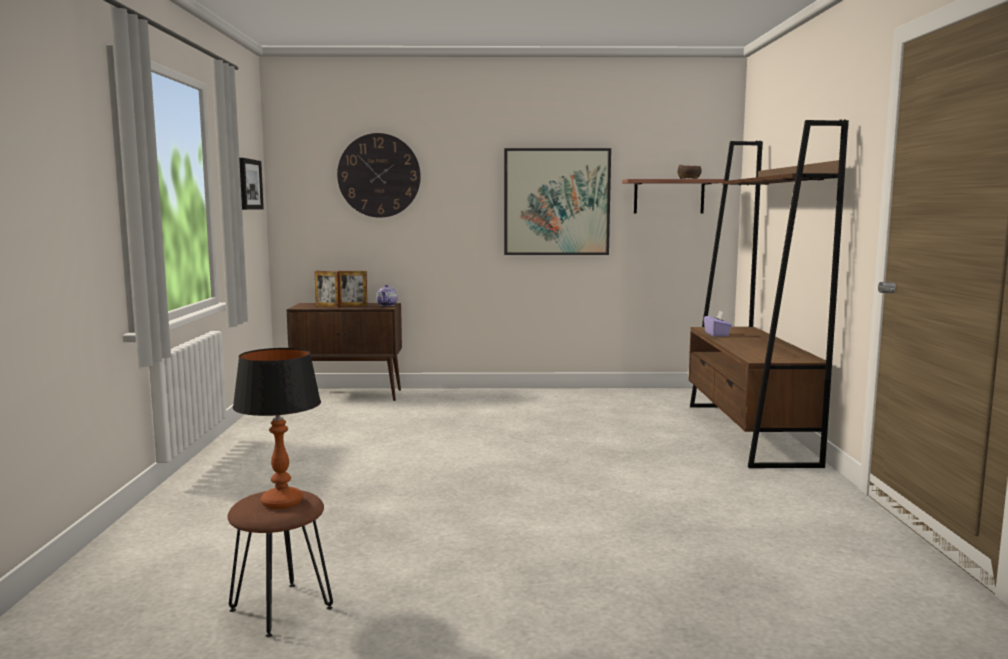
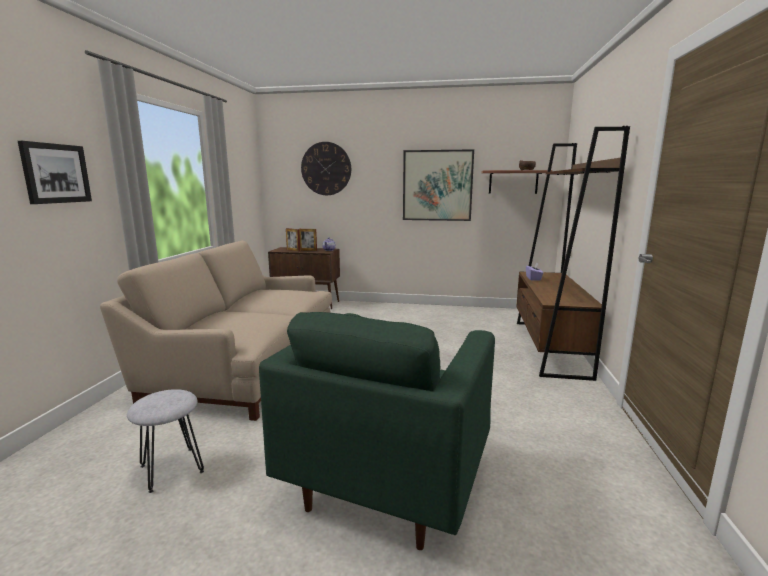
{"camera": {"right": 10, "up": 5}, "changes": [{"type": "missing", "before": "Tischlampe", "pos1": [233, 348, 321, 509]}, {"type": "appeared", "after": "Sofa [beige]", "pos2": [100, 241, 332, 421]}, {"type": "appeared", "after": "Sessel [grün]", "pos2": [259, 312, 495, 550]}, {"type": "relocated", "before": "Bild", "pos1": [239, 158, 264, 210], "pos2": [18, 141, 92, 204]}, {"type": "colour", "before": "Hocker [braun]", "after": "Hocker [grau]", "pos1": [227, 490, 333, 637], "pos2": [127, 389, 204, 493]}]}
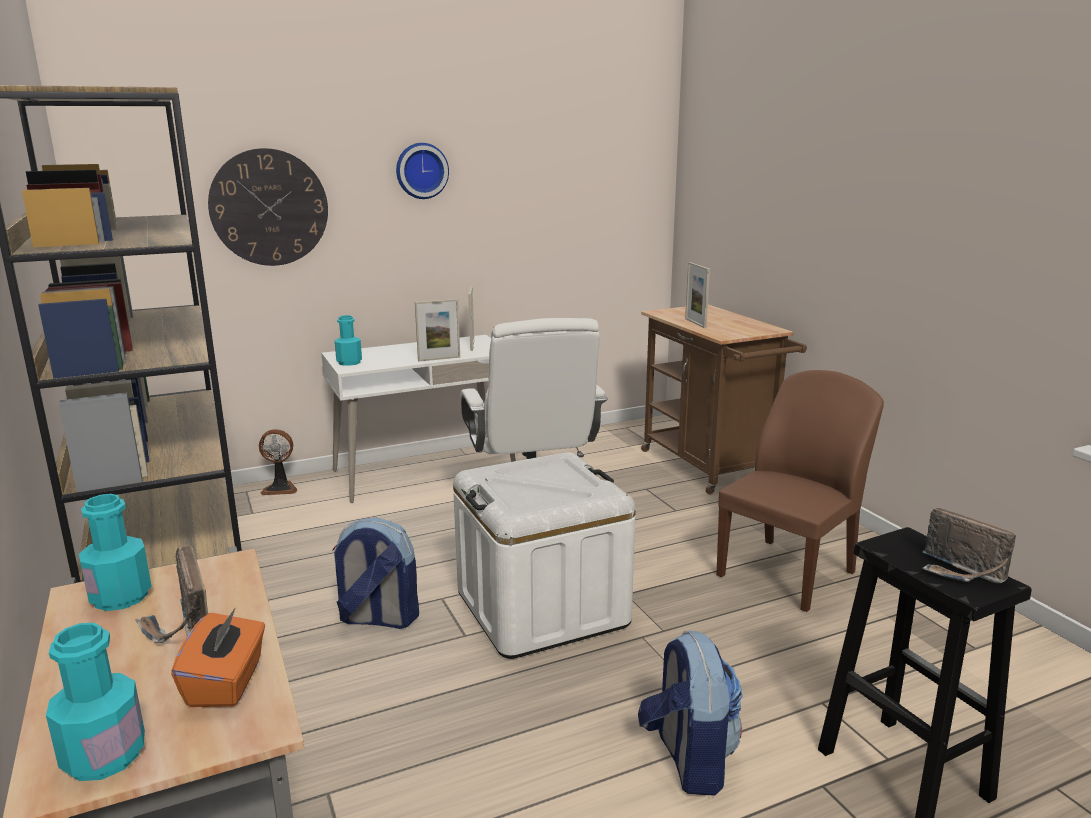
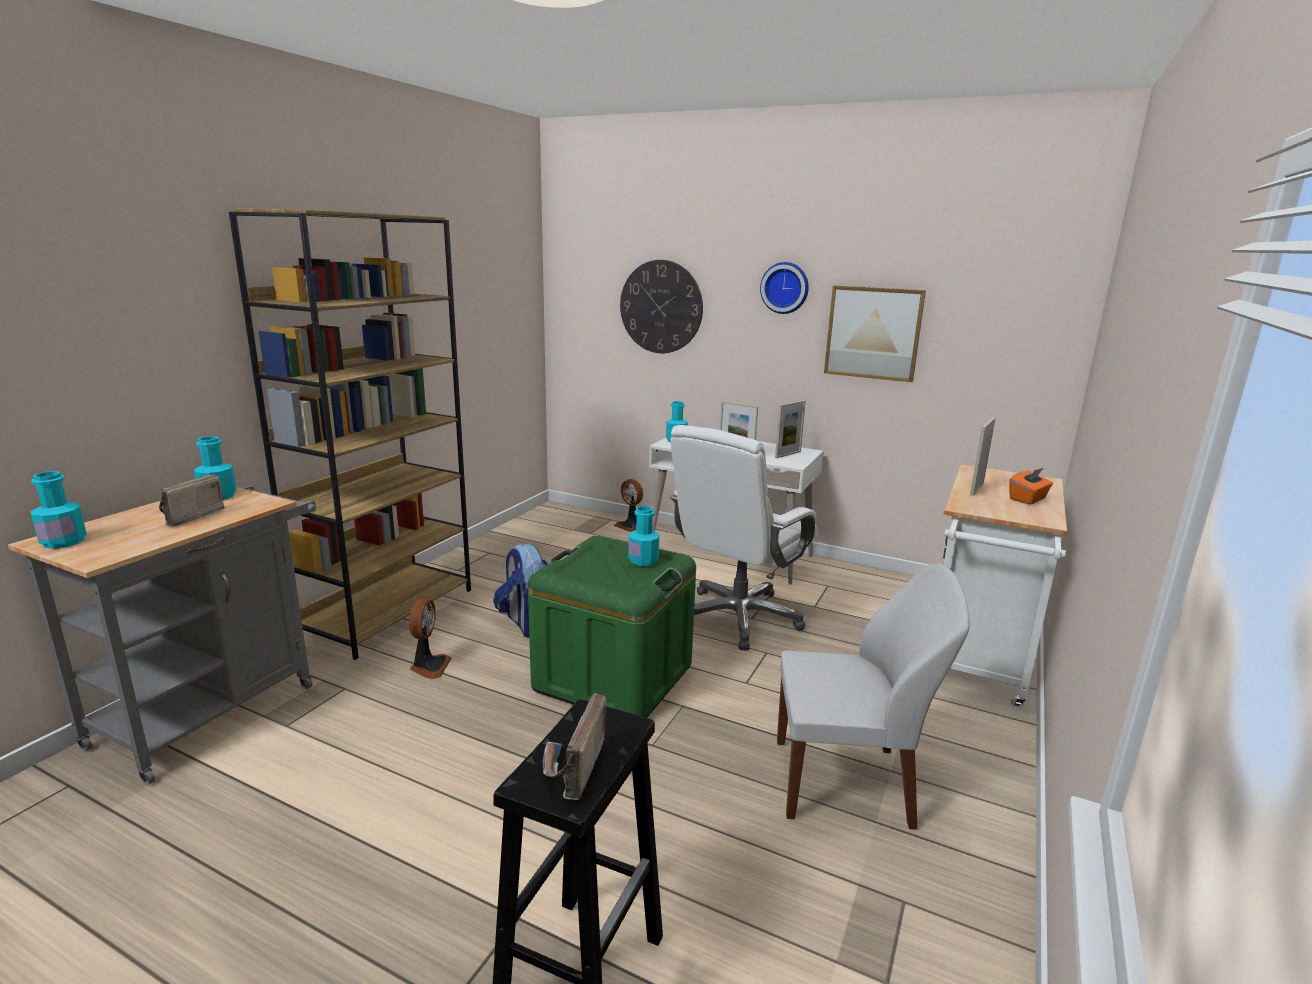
{"camera": {"right": 50, "up": 0}, "changes": [{"type": "missing", "before": "Rucksack", "pos1": [638, 631, 743, 796]}, {"type": "appeared", "after": "Ventilator", "pos2": [409, 599, 452, 679]}, {"type": "appeared", "after": "Flasche [türkis]", "pos2": [628, 506, 660, 566]}, {"type": "appeared", "after": "Bild", "pos2": [824, 286, 926, 382]}, {"type": "relocated", "before": "Taschentuchbox [orange]", "pos1": [171, 607, 265, 707], "pos2": [1009, 468, 1053, 505]}, {"type": "colour", "before": "Aufbewahrungsbox [weiß]", "after": "Aufbewahrungsbox [grün]", "pos1": [453, 452, 636, 659], "pos2": [528, 536, 696, 718]}, {"type": "colour", "before": "Rollwagen [braun]", "after": "Rollwagen [weiß]", "pos1": [641, 305, 807, 495], "pos2": [943, 465, 1067, 708]}, {"type": "colour", "before": "Stuhl [braun]", "after": "Stuhl [weiß]", "pos1": [716, 370, 884, 612], "pos2": [777, 564, 970, 830]}]}
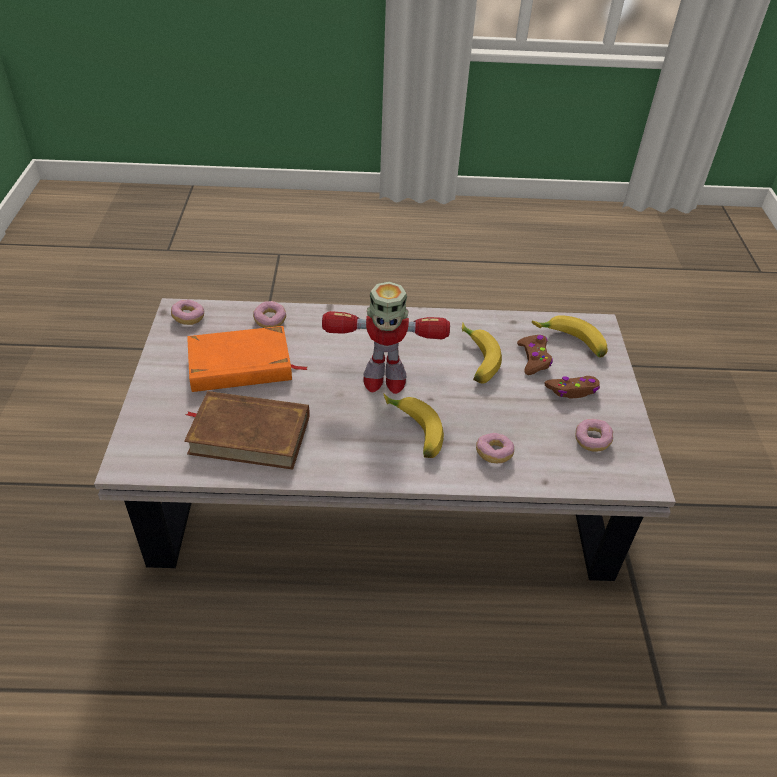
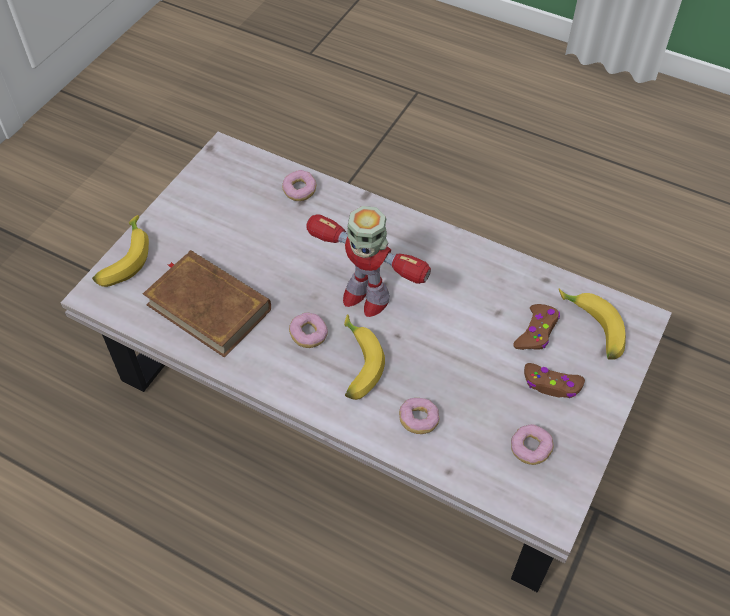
{"camera": {"right": 30, "up": 10}, "changes": [{"type": "missing", "before": "Buch [orange]", "pos1": [187, 326, 308, 392]}, {"type": "relocated", "before": "Donut", "pos1": [171, 300, 204, 325], "pos2": [289, 312, 328, 348]}, {"type": "relocated", "before": "Banane", "pos1": [462, 323, 502, 384], "pos2": [92, 215, 149, 287]}]}
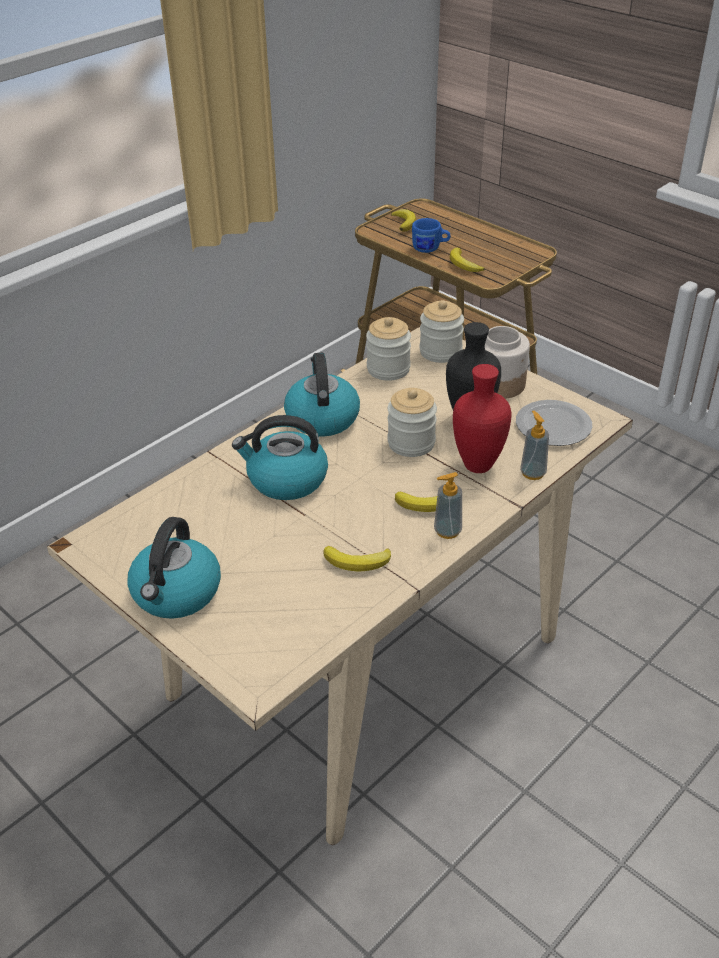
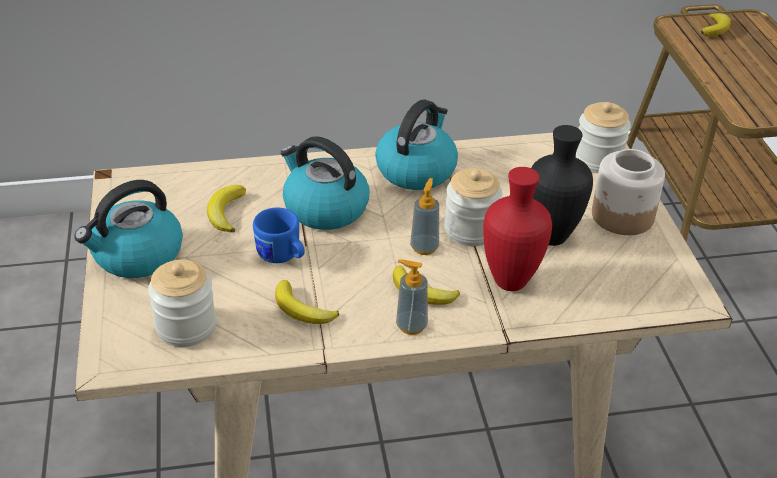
{"camera": {"right": 35, "up": 0}, "changes": [{"type": "missing", "before": "Teller", "pos1": [516, 400, 592, 446]}, {"type": "relocated", "before": "Vorratsglas", "pos1": [366, 317, 411, 381], "pos2": [148, 260, 216, 347]}, {"type": "relocated", "before": "Henkelbecher [blau]", "pos1": [412, 218, 451, 253], "pos2": [253, 208, 305, 263]}, {"type": "relocated", "before": "Banane", "pos1": [450, 248, 485, 272], "pos2": [207, 185, 246, 233]}, {"type": "relocated", "before": "Seifenspender", "pos1": [520, 411, 549, 480], "pos2": [410, 178, 439, 255]}]}
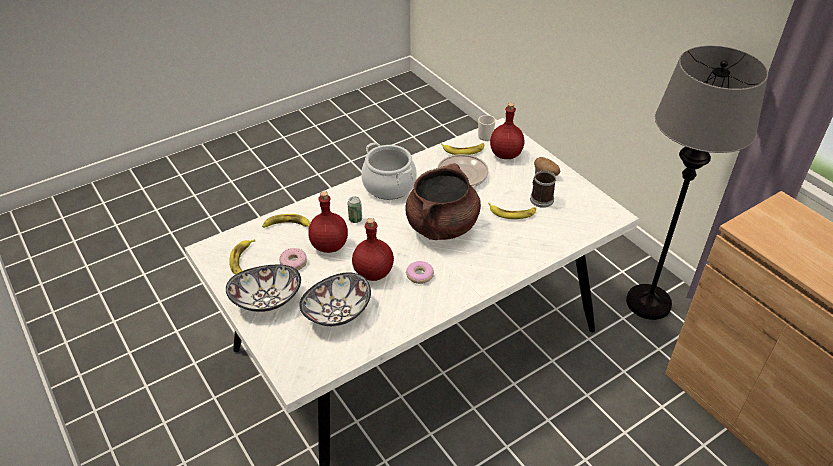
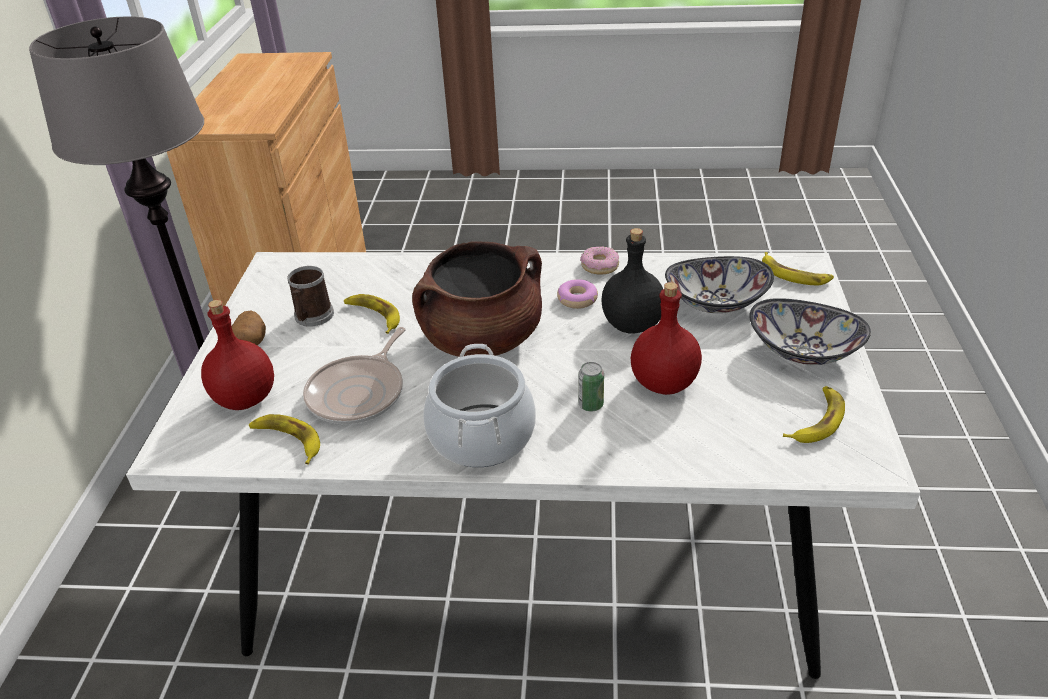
{"camera": {"right": -140, "up": -5}, "changes": [{"type": "missing", "before": "Henkelbecher", "pos1": [478, 115, 496, 141]}, {"type": "relocated", "before": "Banane", "pos1": [262, 214, 310, 228], "pos2": [762, 252, 834, 285]}, {"type": "relocated", "before": "Donut", "pos1": [279, 248, 307, 271], "pos2": [580, 246, 619, 275]}, {"type": "colour", "before": "Flasche [rot]", "after": "Flasche [schwarz]", "pos1": [352, 218, 394, 281], "pos2": [601, 228, 663, 334]}]}
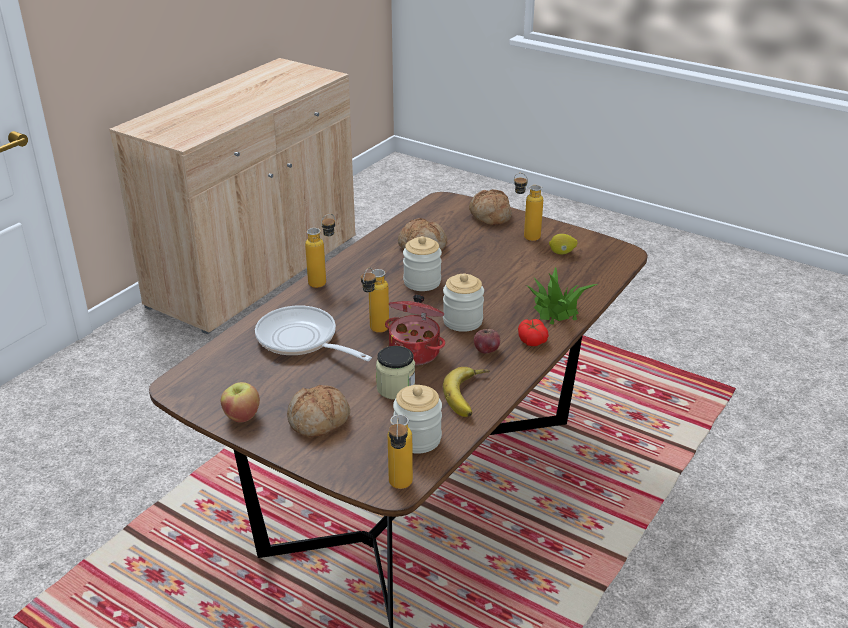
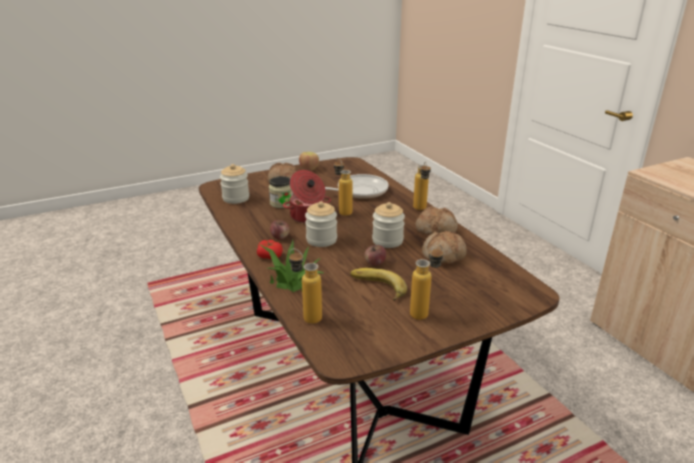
{"camera": {"right": 120, "up": -5}, "changes": [{"type": "missing", "before": "Zitrone", "pos1": [549, 234, 577, 255]}, {"type": "appeared", "after": "Apfel", "pos2": [364, 245, 386, 266]}, {"type": "relocated", "before": "Flasche", "pos1": [388, 414, 413, 489], "pos2": [289, 249, 322, 324]}, {"type": "relocated", "before": "Banane", "pos1": [443, 367, 490, 417], "pos2": [350, 268, 407, 301]}, {"type": "relocated", "before": "Brot", "pos1": [469, 189, 512, 225], "pos2": [415, 206, 458, 235]}]}
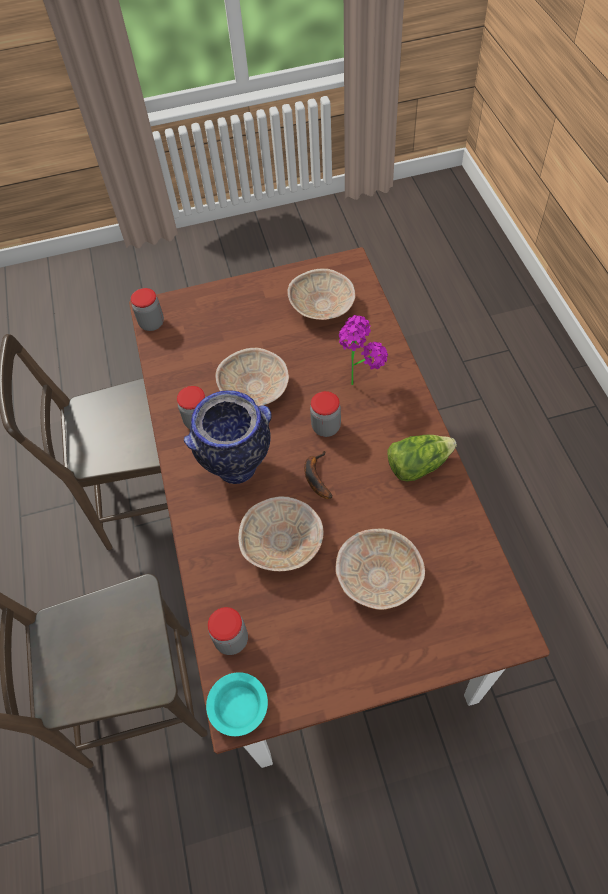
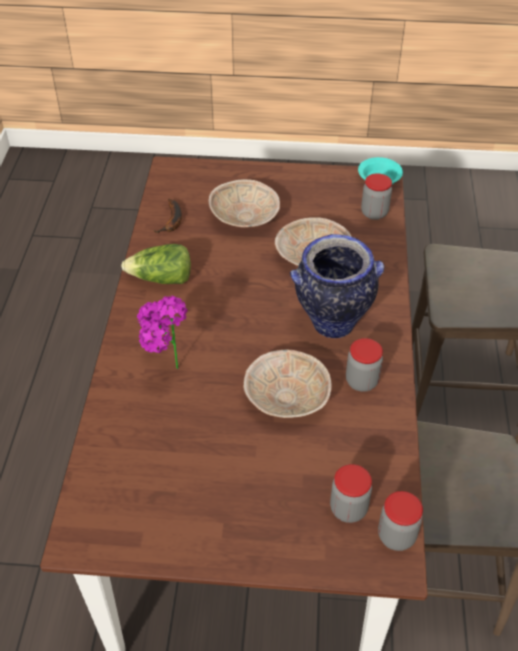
{"camera": {"right": -165, "up": -10}, "changes": [{"type": "missing", "before": "Schüssel [beige]", "pos1": [288, 268, 356, 320]}, {"type": "relocated", "before": "Banane", "pos1": [304, 451, 333, 499], "pos2": [153, 199, 182, 233]}, {"type": "relocated", "before": "Vorratsglas", "pos1": [310, 391, 341, 437], "pos2": [330, 464, 372, 523]}]}
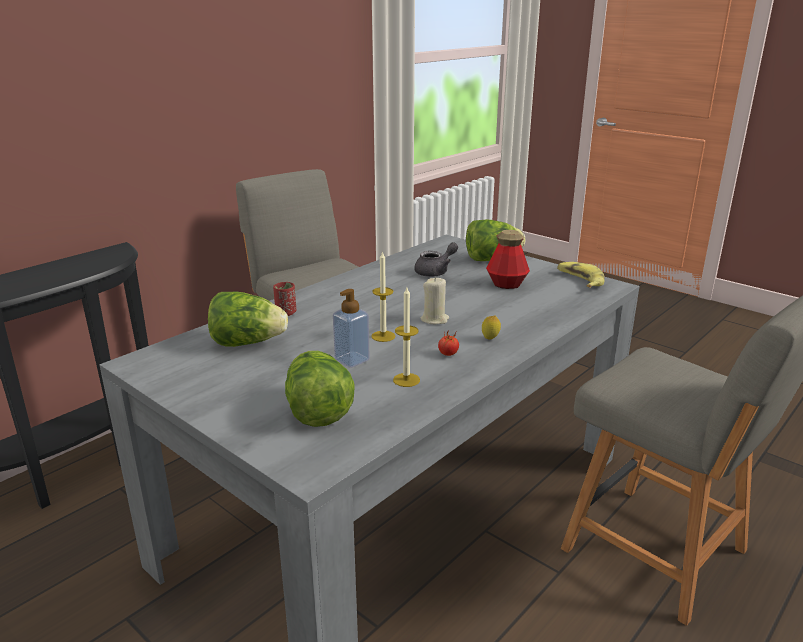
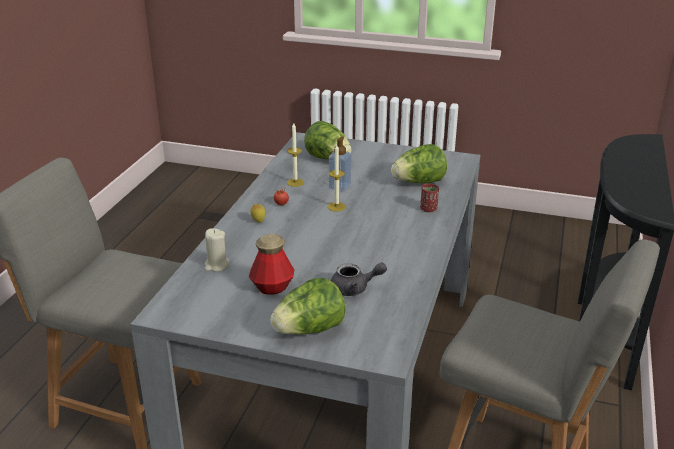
{"camera": {"right": 155, "up": 5}, "changes": [{"type": "missing", "before": "Banane", "pos1": [557, 262, 605, 288]}, {"type": "relocated", "before": "Kerze [beige]", "pos1": [420, 277, 449, 324], "pos2": [205, 228, 229, 272]}, {"type": "spun", "before": "Teekanne [grau]", "pos1": [414, 242, 458, 277], "pos2": [331, 262, 387, 296], "turn": -120}]}
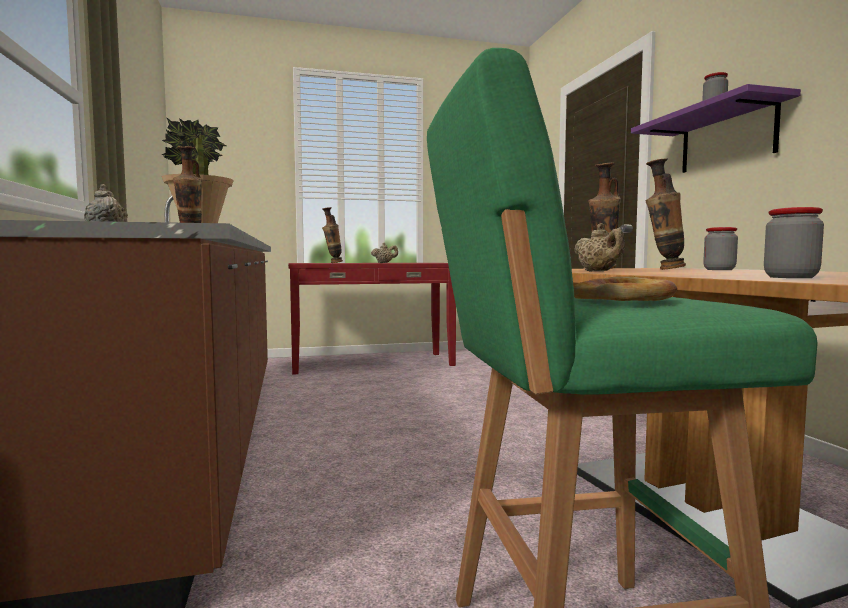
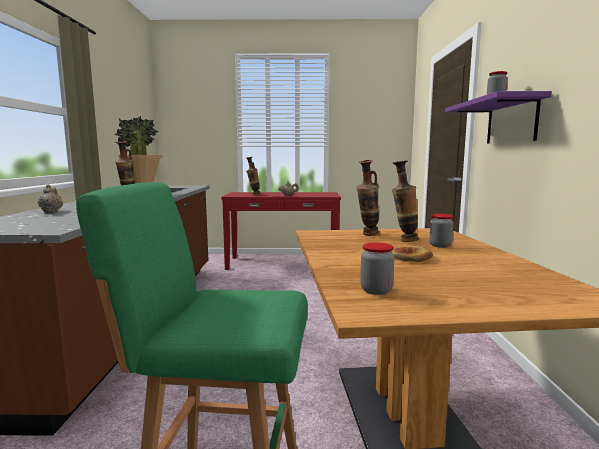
{"camera": {"right": 15, "up": 5}, "changes": [{"type": "missing", "before": "Teekanne [beige]", "pos1": [574, 223, 625, 272]}, {"type": "relocated", "before": "Brot", "pos1": [574, 276, 677, 301], "pos2": [391, 246, 433, 262]}]}
